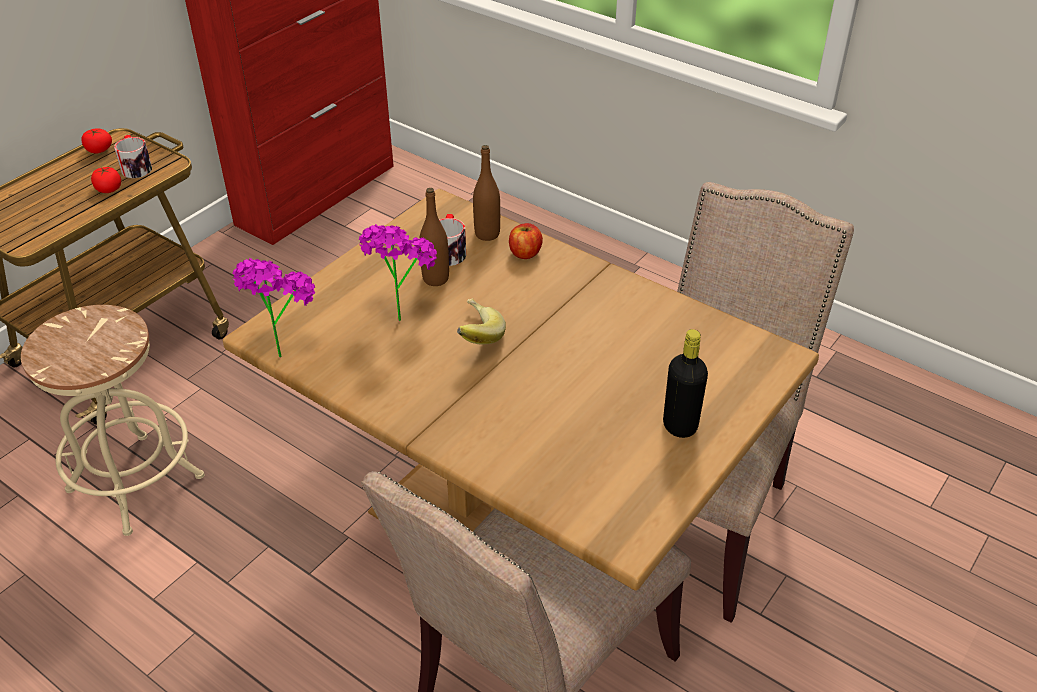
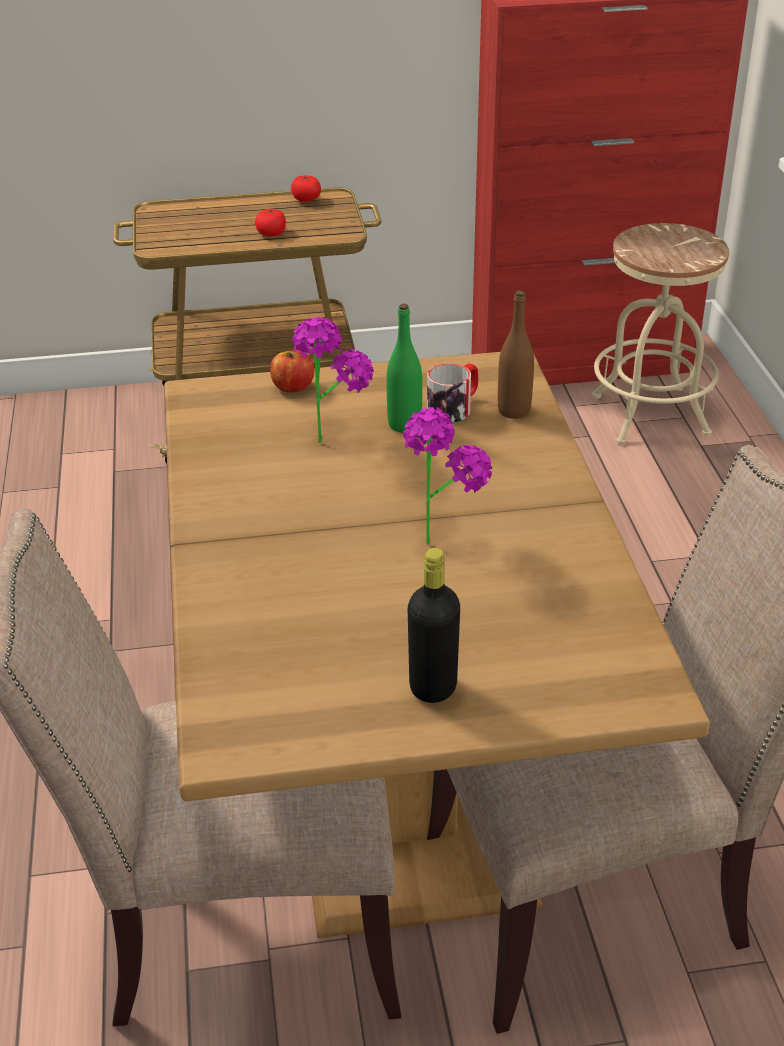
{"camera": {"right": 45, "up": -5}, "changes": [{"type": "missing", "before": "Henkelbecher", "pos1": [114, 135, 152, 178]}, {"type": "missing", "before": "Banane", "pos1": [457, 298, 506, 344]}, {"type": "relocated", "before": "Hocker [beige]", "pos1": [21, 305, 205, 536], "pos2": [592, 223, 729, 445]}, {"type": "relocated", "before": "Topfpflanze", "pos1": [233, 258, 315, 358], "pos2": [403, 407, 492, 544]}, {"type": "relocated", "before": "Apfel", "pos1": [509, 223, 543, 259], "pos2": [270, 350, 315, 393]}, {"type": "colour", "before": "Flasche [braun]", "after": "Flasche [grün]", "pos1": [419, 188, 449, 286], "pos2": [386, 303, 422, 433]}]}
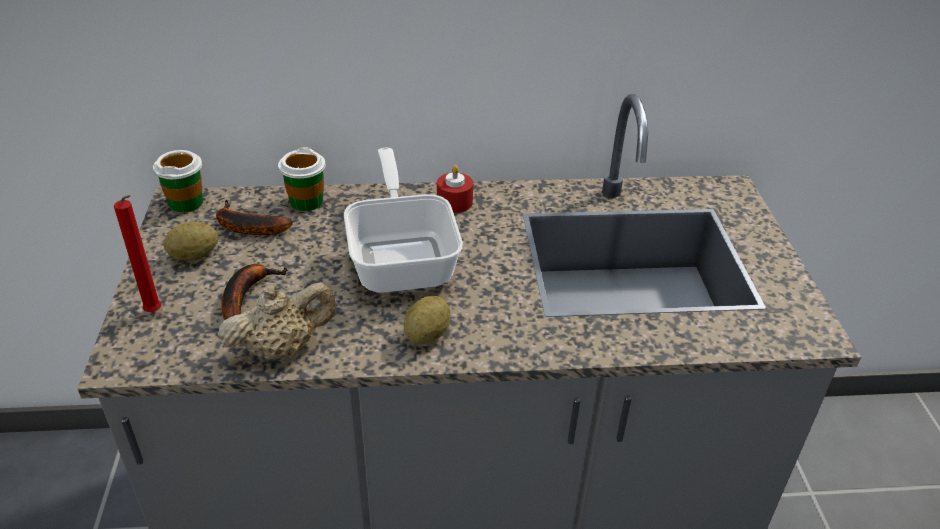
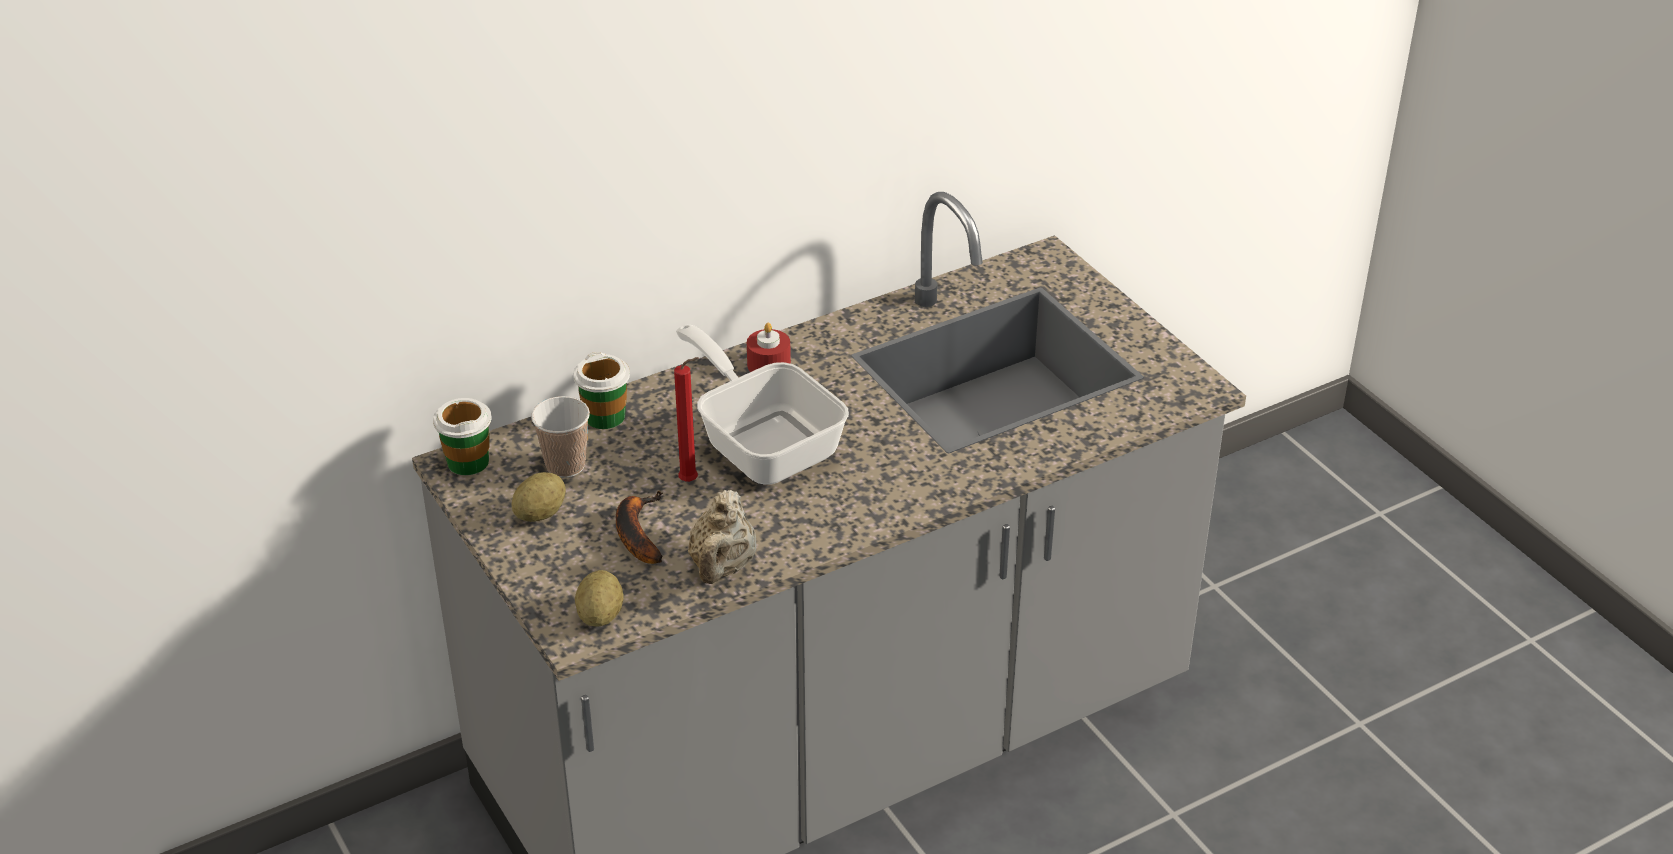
{"camera": {"right": -25, "up": 0}, "changes": [{"type": "relocated", "before": "Kerze [rot]", "pos1": [114, 195, 161, 312], "pos2": [674, 357, 698, 482]}, {"type": "relocated", "before": "Kartoffel", "pos1": [404, 296, 451, 344], "pos2": [575, 570, 624, 627]}, {"type": "exchanged", "before": "Banane", "after": "Tasse", "pos1": [216, 199, 293, 235], "pos2": [531, 396, 590, 478]}, {"type": "spun", "before": "Teekanne [beige]", "pos1": [217, 282, 336, 361], "pos2": [688, 490, 756, 584], "turn": 150}]}
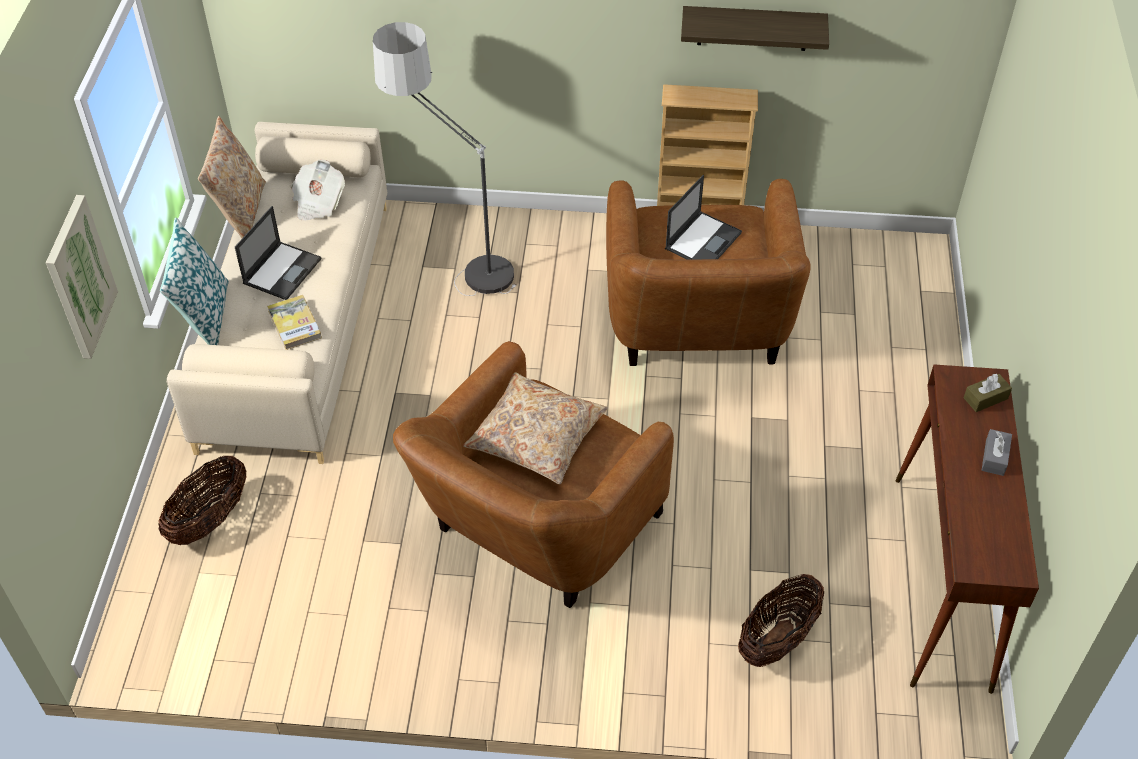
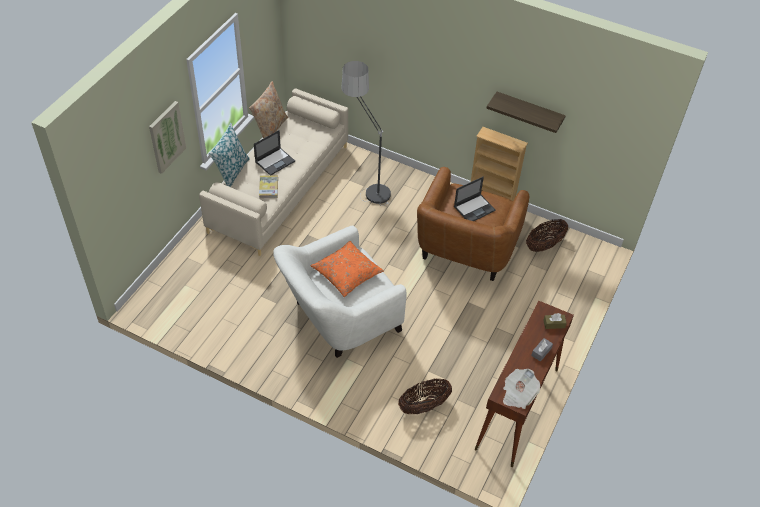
{"camera": {"right": 20, "up": 0}, "changes": [{"type": "relocated", "before": "Korb", "pos1": [158, 456, 246, 545], "pos2": [526, 219, 568, 252]}, {"type": "relocated", "before": "Zeitung", "pos1": [291, 159, 345, 220], "pos2": [503, 369, 540, 409]}, {"type": "colour", "before": "Sessel [braun]", "after": "Sessel [weiß]", "pos1": [393, 341, 674, 608], "pos2": [274, 226, 407, 358]}, {"type": "colour", "before": "Kissen [beige]", "after": "Kissen [orange]", "pos1": [463, 372, 608, 484], "pos2": [311, 241, 384, 297]}]}
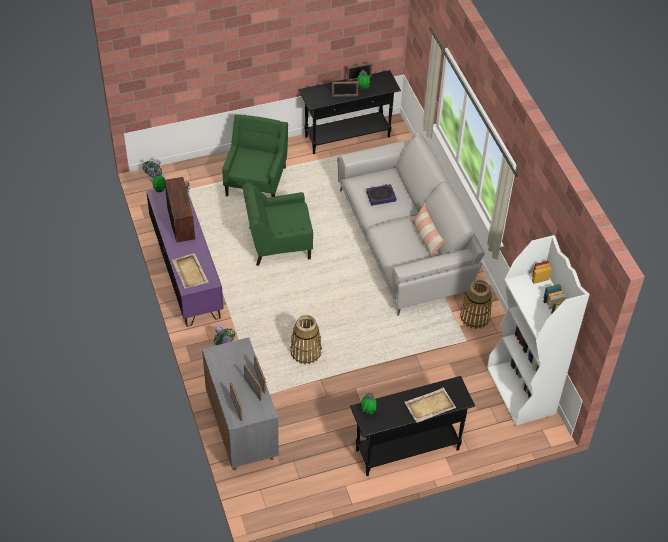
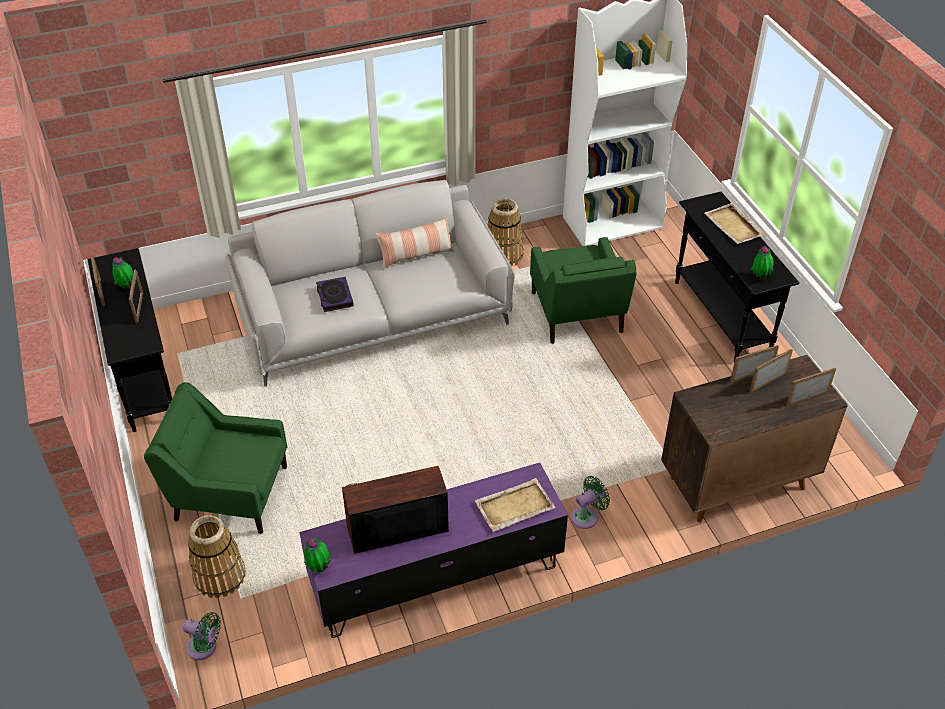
{"camera": {"right": -90, "up": -5}, "changes": [{"type": "relocated", "before": "Sessel [grün]", "pos1": [242, 183, 313, 266], "pos2": [530, 237, 637, 344]}, {"type": "relocated", "before": "Korb", "pos1": [290, 315, 322, 364], "pos2": [188, 515, 246, 598]}, {"type": "colour", "before": "Schrank [grau]", "after": "Schrank [braun]", "pos1": [202, 337, 279, 470], "pos2": [661, 355, 848, 523]}]}
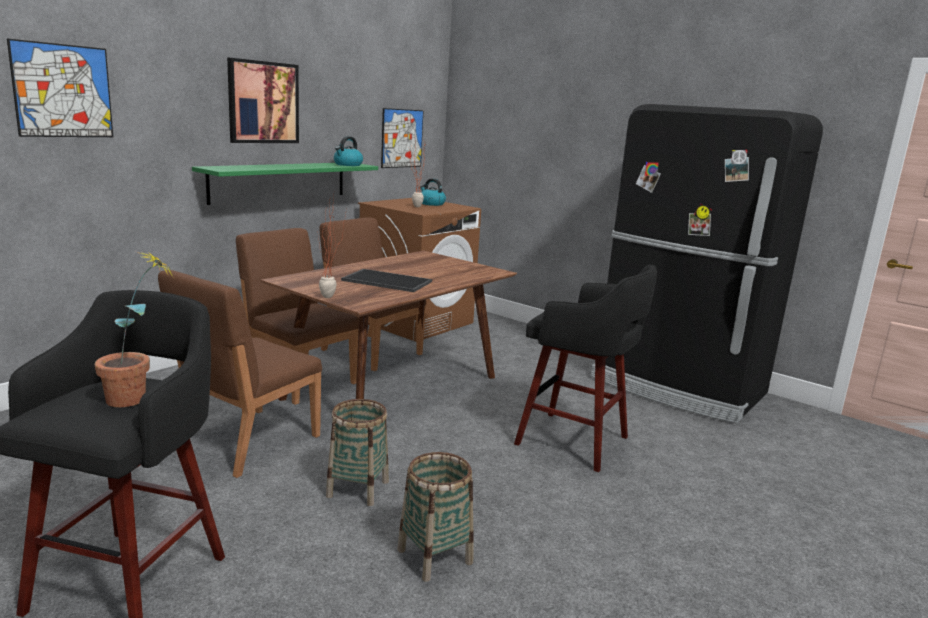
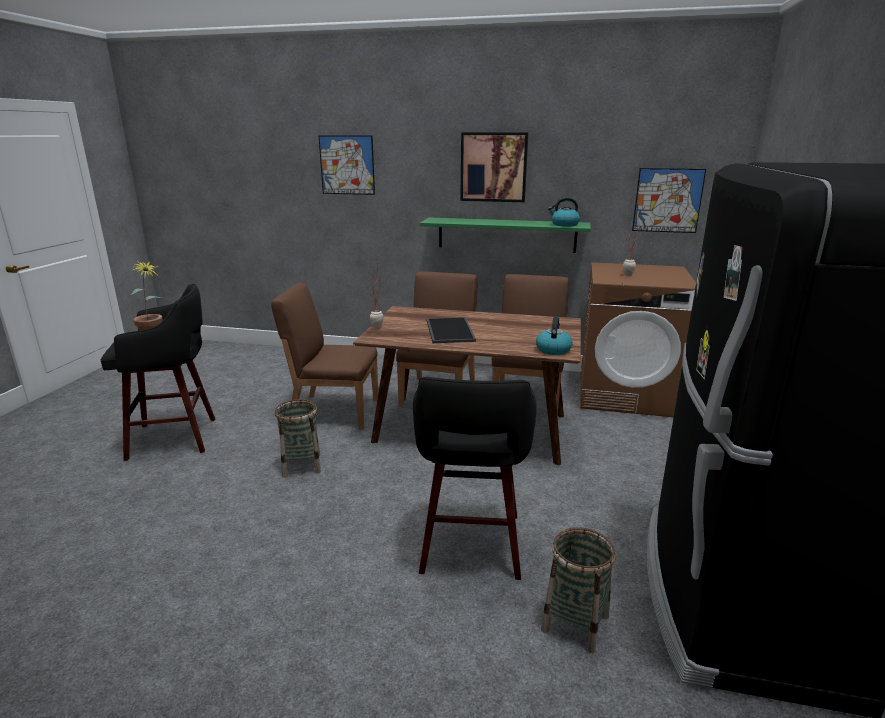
{"camera": {"right": 65, "up": 5}, "changes": [{"type": "relocated", "before": "Korb", "pos1": [397, 452, 474, 582], "pos2": [541, 527, 616, 653]}, {"type": "relocated", "before": "Wasserkessel", "pos1": [420, 179, 446, 206], "pos2": [536, 317, 573, 355]}]}
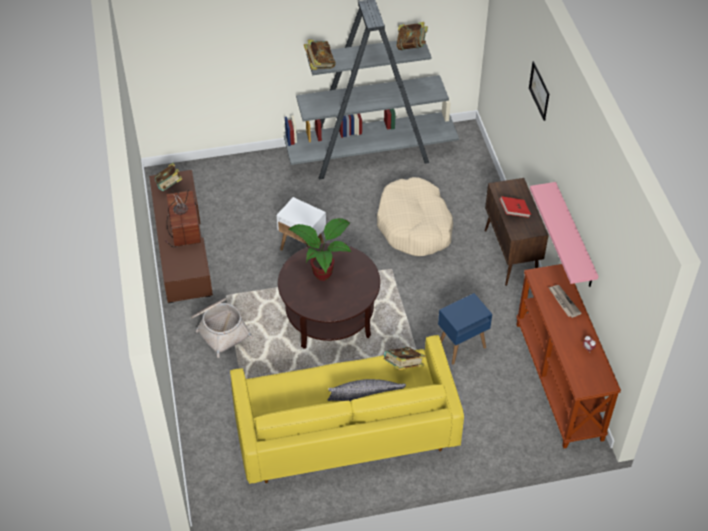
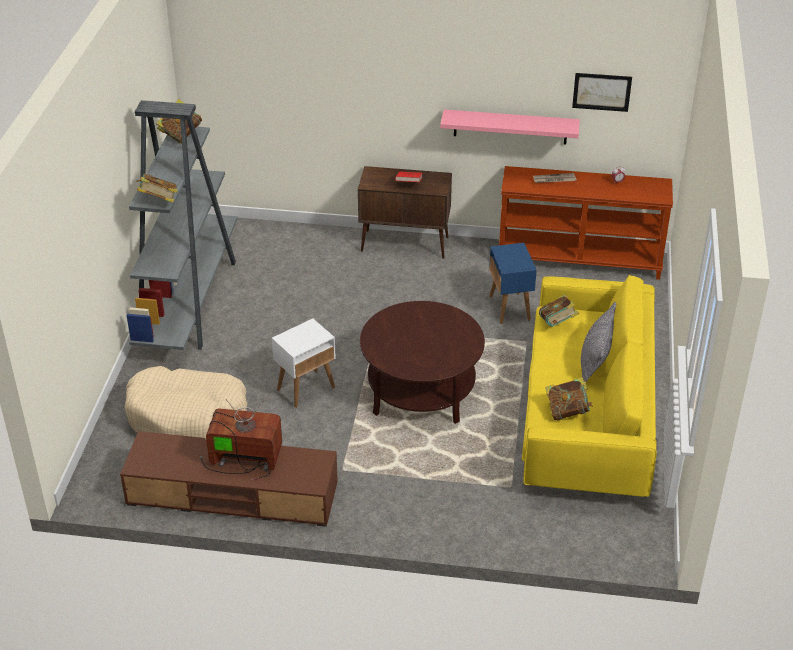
{"camera": {"right": -70, "up": -10}, "changes": [{"type": "missing", "before": "Korb", "pos1": [191, 298, 253, 358]}, {"type": "missing", "before": "Topfpflanze", "pos1": [288, 218, 351, 281]}, {"type": "relocated", "before": "Buch", "pos1": [155, 163, 182, 191], "pos2": [545, 377, 593, 420]}, {"type": "relocated", "before": "Hundebett [beige]", "pos1": [377, 177, 453, 256], "pos2": [125, 366, 247, 440]}, {"type": "relocated", "before": "Bild", "pos1": [529, 61, 549, 121], "pos2": [572, 73, 632, 112]}]}
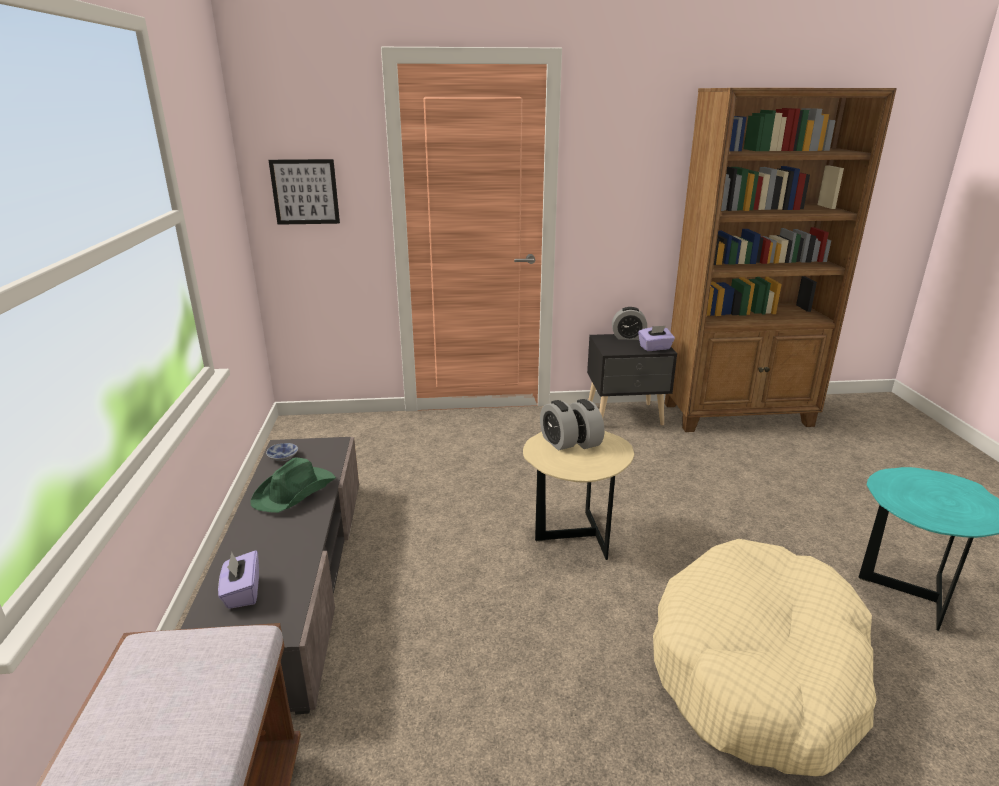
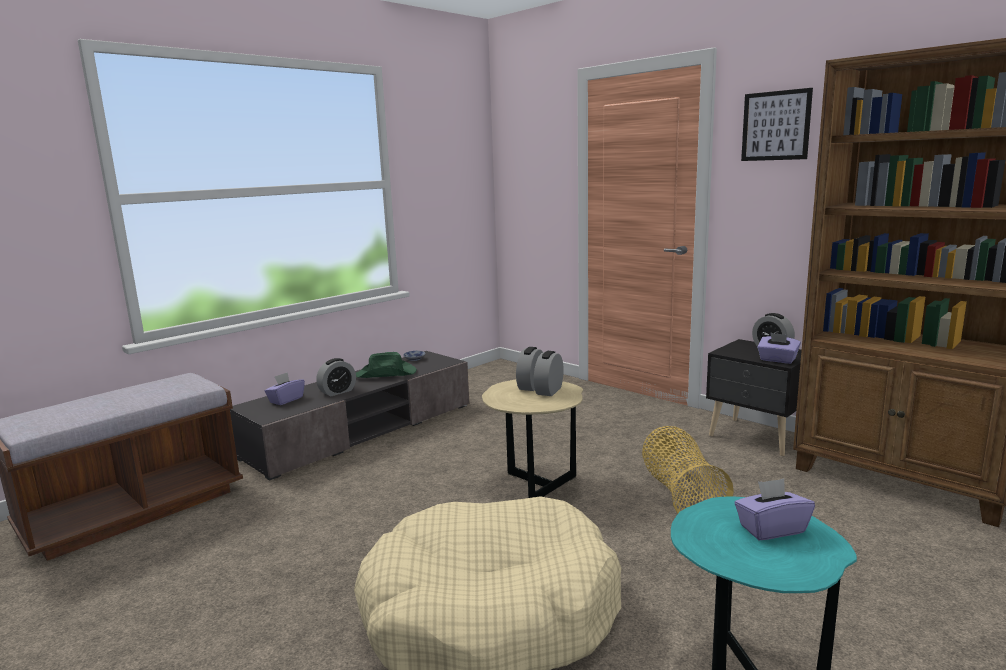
{"camera": {"right": 50, "up": -10}, "changes": [{"type": "appeared", "after": "Wecker", "pos2": [316, 358, 356, 397]}, {"type": "appeared", "after": "Korb", "pos2": [642, 426, 734, 513]}, {"type": "appeared", "after": "Taschentuchbox [lila]", "pos2": [734, 478, 815, 540]}, {"type": "relocated", "before": "Bild", "pos1": [269, 159, 340, 225], "pos2": [741, 88, 813, 161]}]}
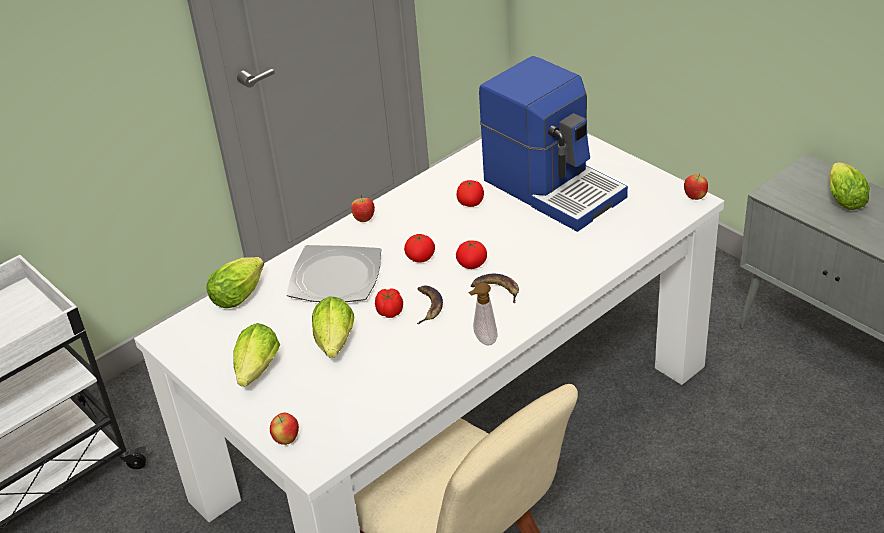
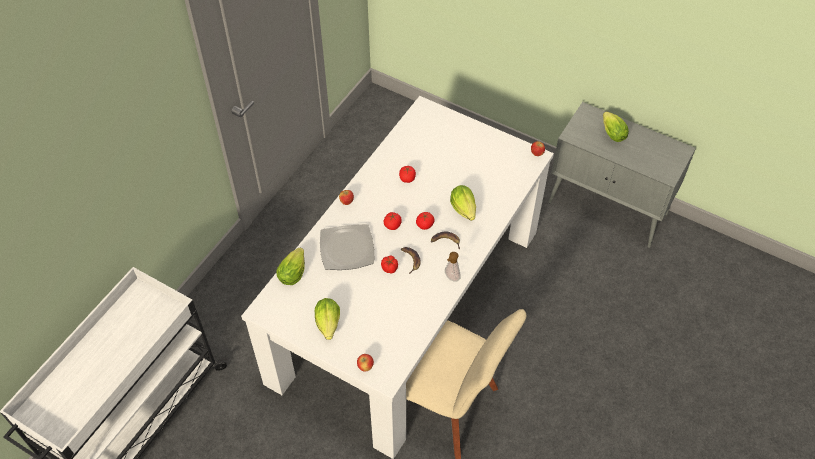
{"camera": {"right": -20, "up": 15}, "changes": [{"type": "missing", "before": "Kaffeemaschine", "pos1": [479, 56, 628, 232]}, {"type": "relocated", "before": "Salatkopf", "pos1": [312, 296, 354, 357], "pos2": [450, 185, 476, 221]}]}
